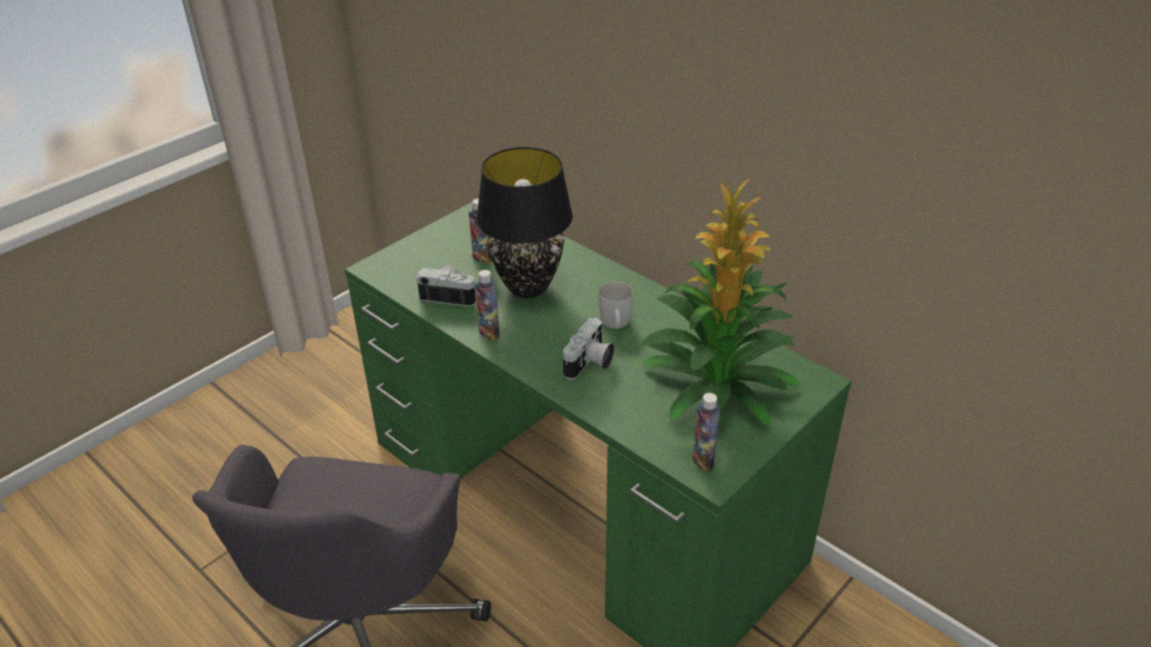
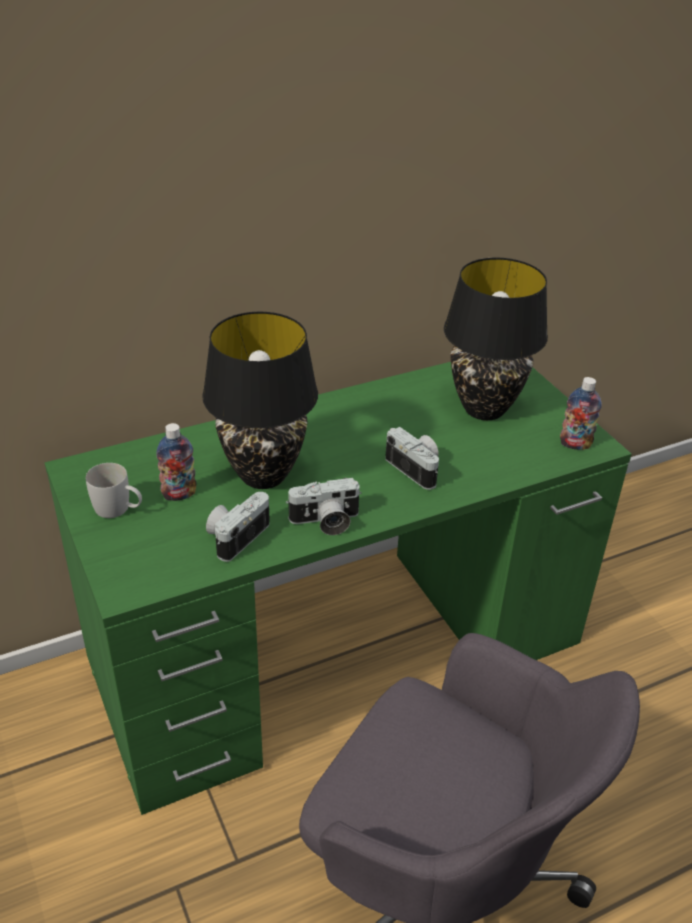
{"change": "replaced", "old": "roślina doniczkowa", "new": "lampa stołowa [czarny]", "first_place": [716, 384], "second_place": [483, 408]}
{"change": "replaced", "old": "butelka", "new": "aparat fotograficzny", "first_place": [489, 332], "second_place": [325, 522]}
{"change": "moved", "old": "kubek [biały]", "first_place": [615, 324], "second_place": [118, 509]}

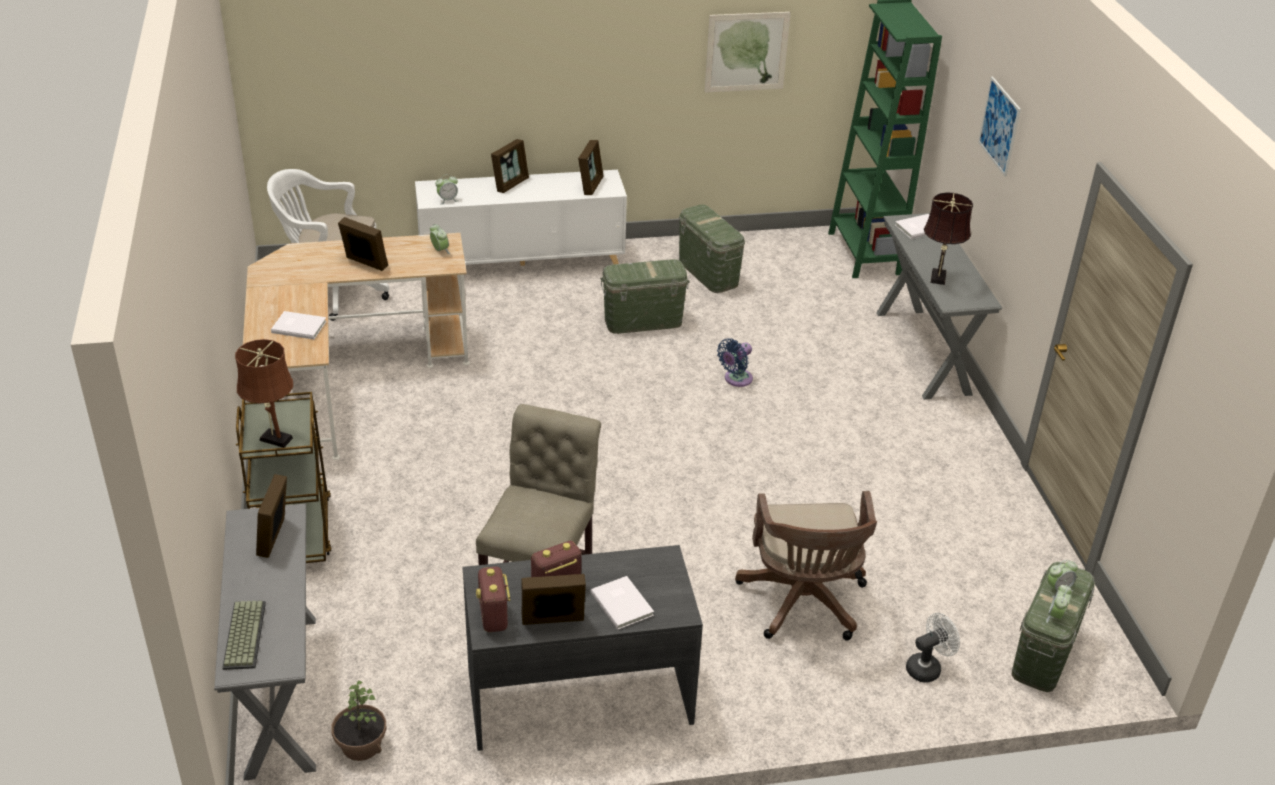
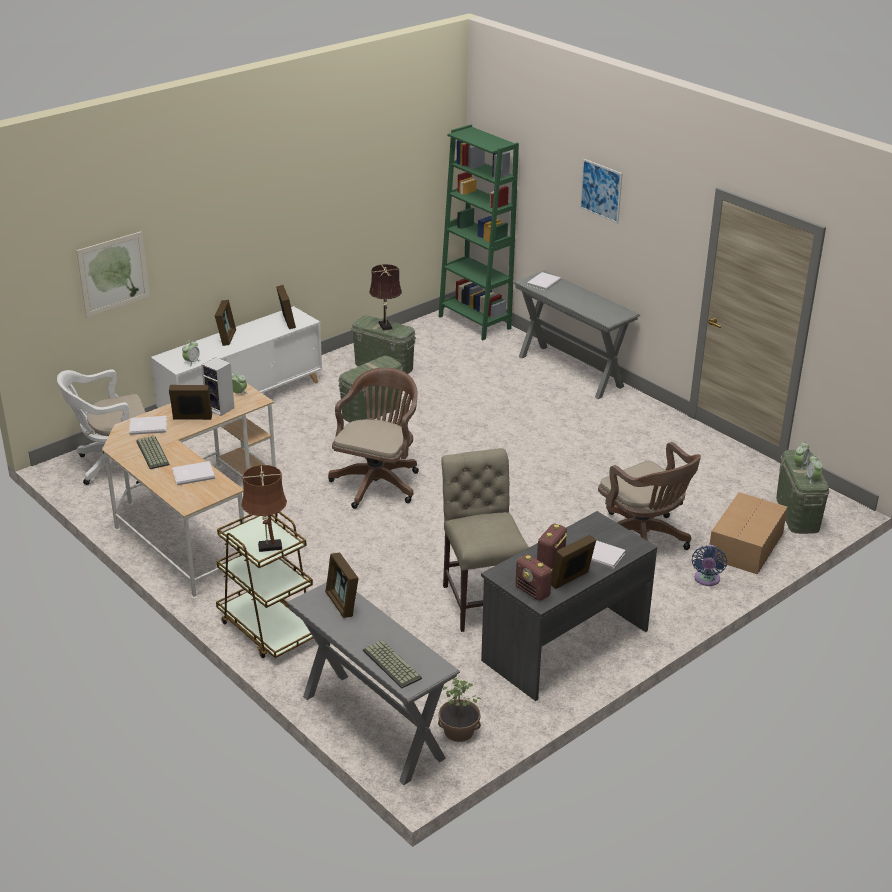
{"change": "moved", "old": "obraz", "first_place": [746, 52], "second_place": [113, 274]}
{"change": "moved", "old": "lampa stołowa [brązowy]", "first_place": [938, 279], "second_place": [386, 327]}
{"change": "moved", "old": "wentylator [niebieski]", "first_place": [736, 379], "second_place": [706, 580]}
{"change": "replaced", "old": "wentylator [biały]", "new": "karton", "first_place": [927, 667], "second_place": [744, 546]}
{"change": "added", "new": "głośnik", "second_place": [221, 408]}
{"change": "added", "new": "krzesło biurowe [brązowy]", "second_place": [378, 482]}
{"change": "added", "new": "książka [biały]", "second_place": [147, 426]}
{"change": "added", "new": "klawiatura", "second_place": [151, 453]}

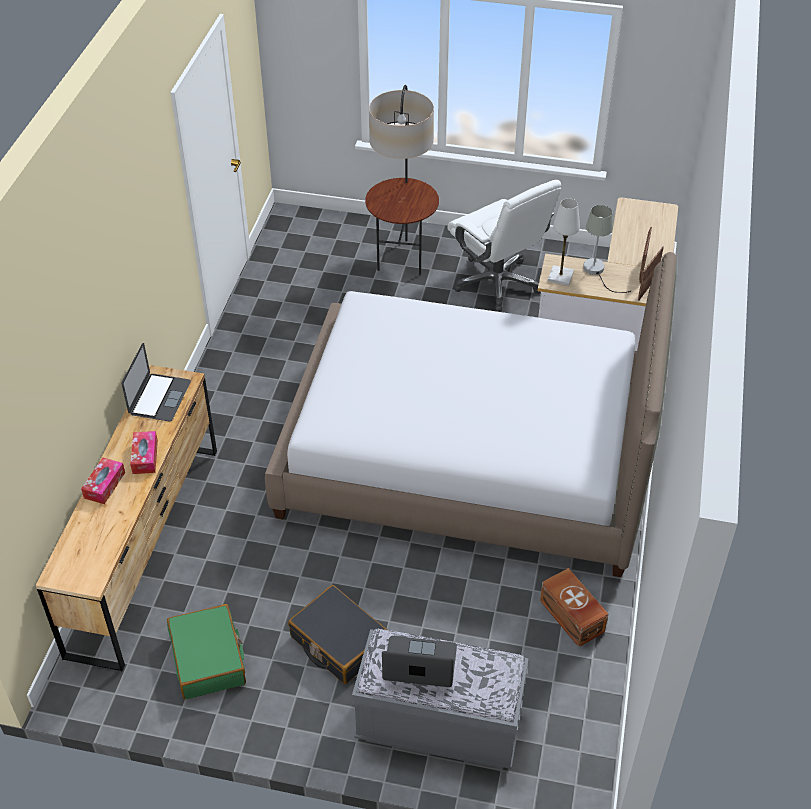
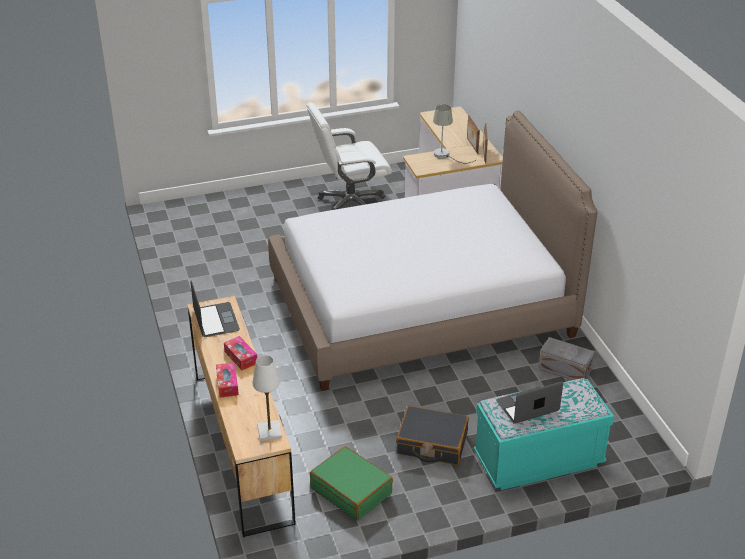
{"change": "removed", "old": "lampa stojąca", "first_place": [402, 258]}
{"change": "turned", "old": "krzesło biurowe [biały]", "first_place": [497, 283], "second_place": [350, 203], "degrees": 135}
{"change": "moved", "old": "lampa stołowa [biały]", "first_place": [560, 276], "second_place": [269, 431]}
{"change": "recoloured", "old": "pojemnik do przechowywania [brązowy]", "new": "pojemnik do przechowywania [szary]", "first_place": [571, 617], "second_place": [565, 369]}
{"change": "recoloured", "old": "ławka [szary]", "new": "ławka [turkusowy]", "first_place": [439, 725], "second_place": [538, 461]}

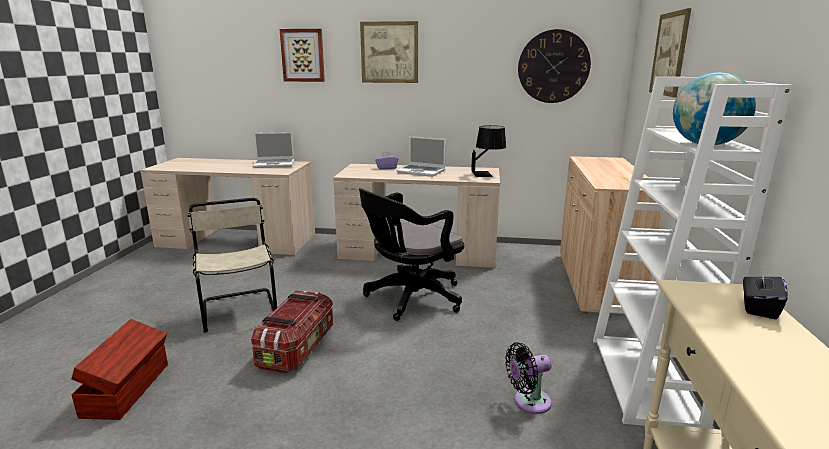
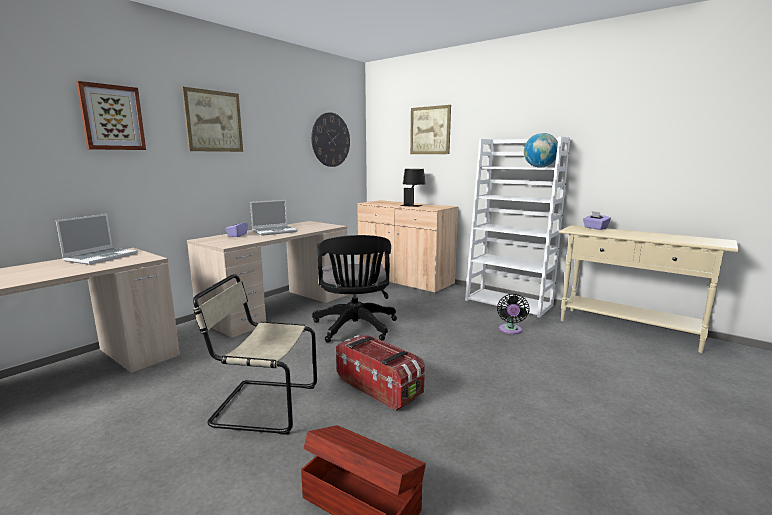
{"change": "moved", "old": "lampa stołowa [czarny]", "first_place": [487, 173], "second_place": [413, 205]}
{"change": "recoloured", "old": "pudełko chusteczek [czarny]", "new": "pudełko chusteczek [fioletowy]", "first_place": [758, 308], "second_place": [595, 228]}

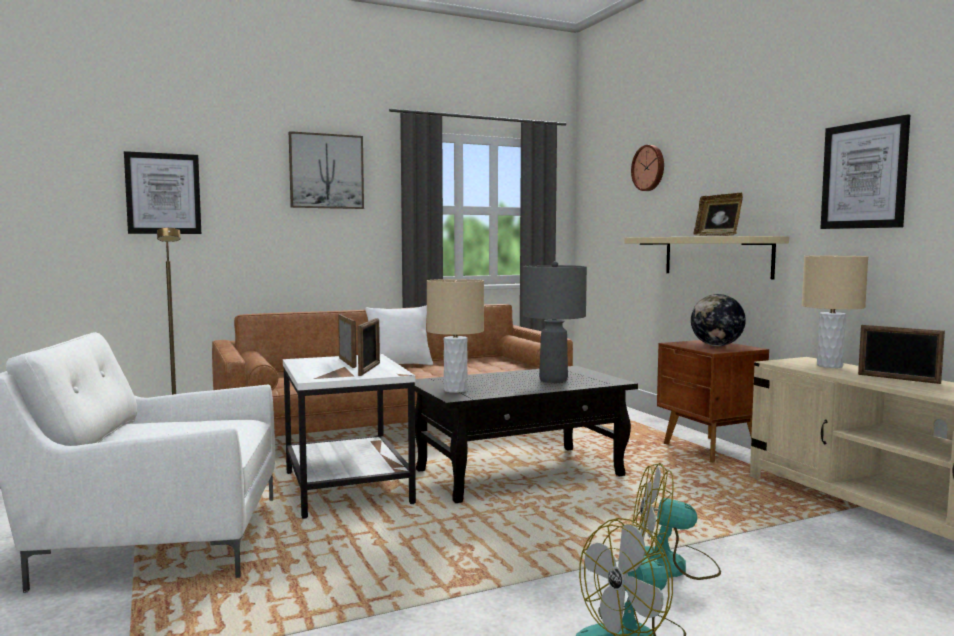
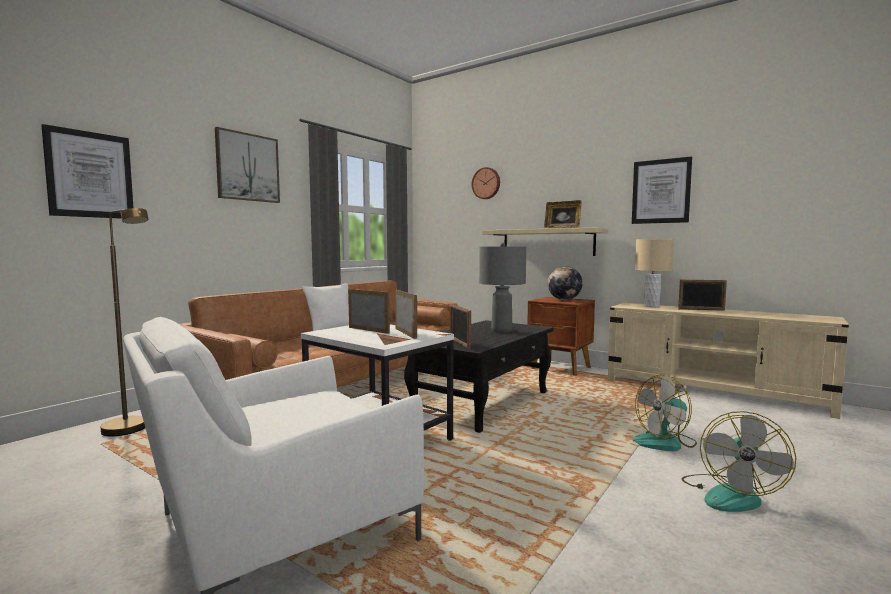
{"change": "replaced", "old": "lampa stołowa [beżowy]", "new": "ramka na zdjęcie", "first_place": [455, 390], "second_place": [460, 344]}

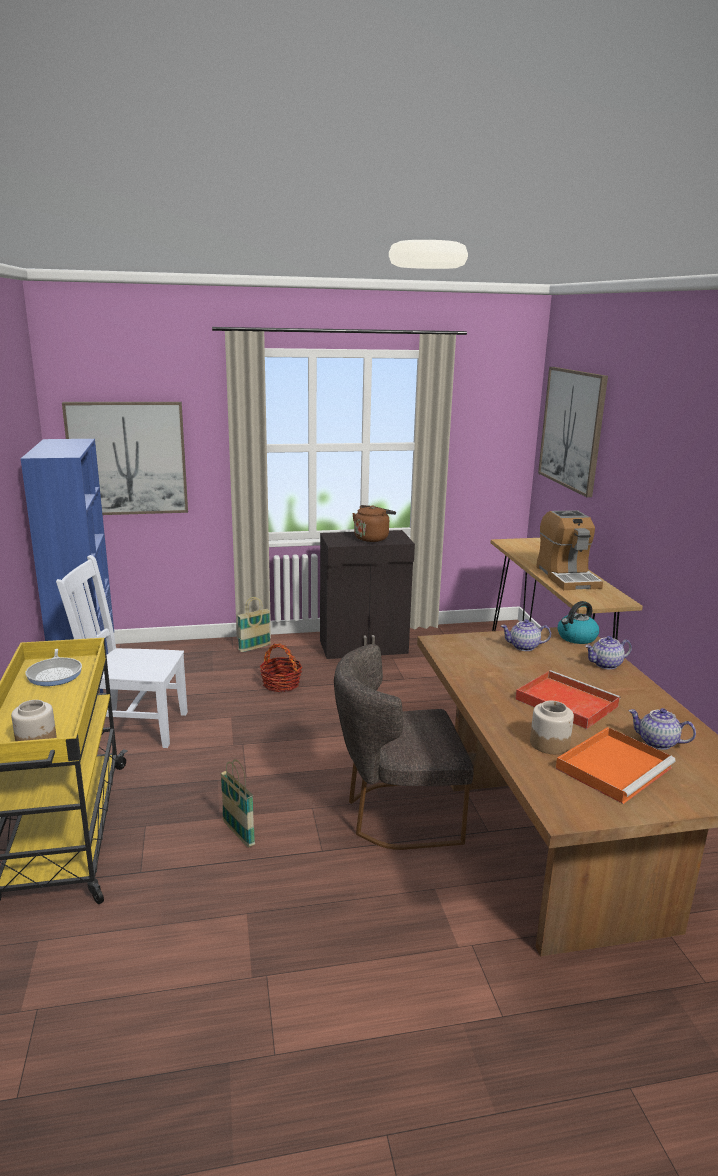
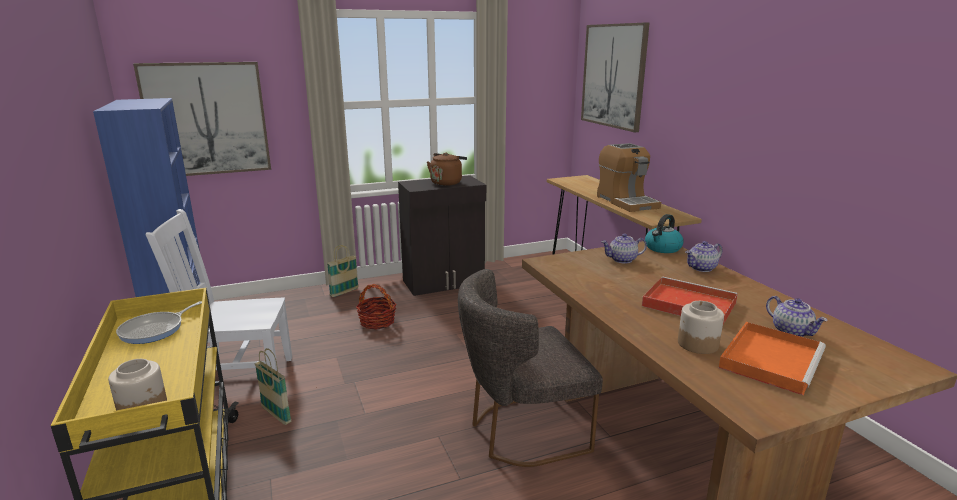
{"change": "turned", "old": "patelnia", "first_place": [55, 673], "second_place": [155, 330], "degrees": 60}
{"change": "turned", "old": "imbryk", "first_place": [657, 742], "second_place": [792, 332], "degrees": -135}
{"change": "moved", "old": "koszyk", "first_place": [238, 833], "second_place": [276, 415]}

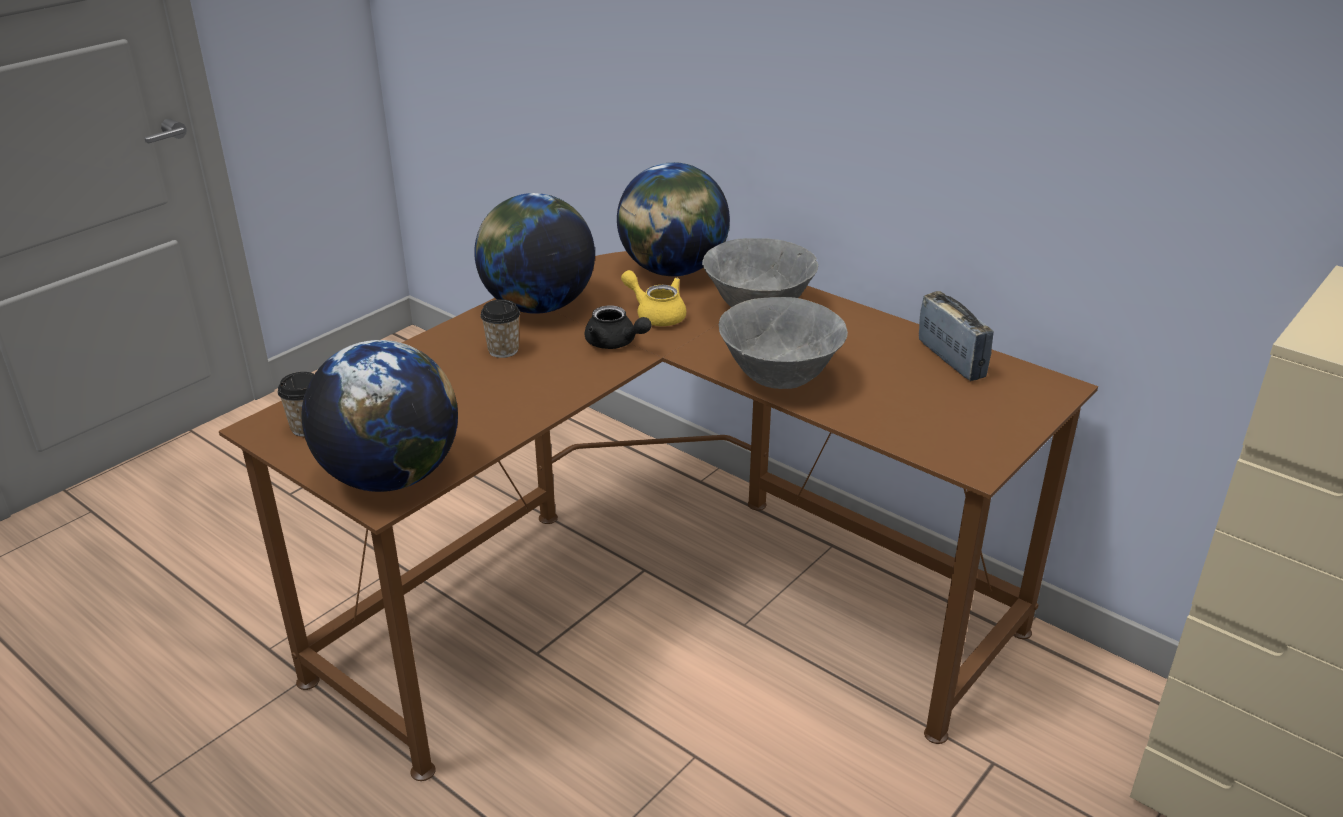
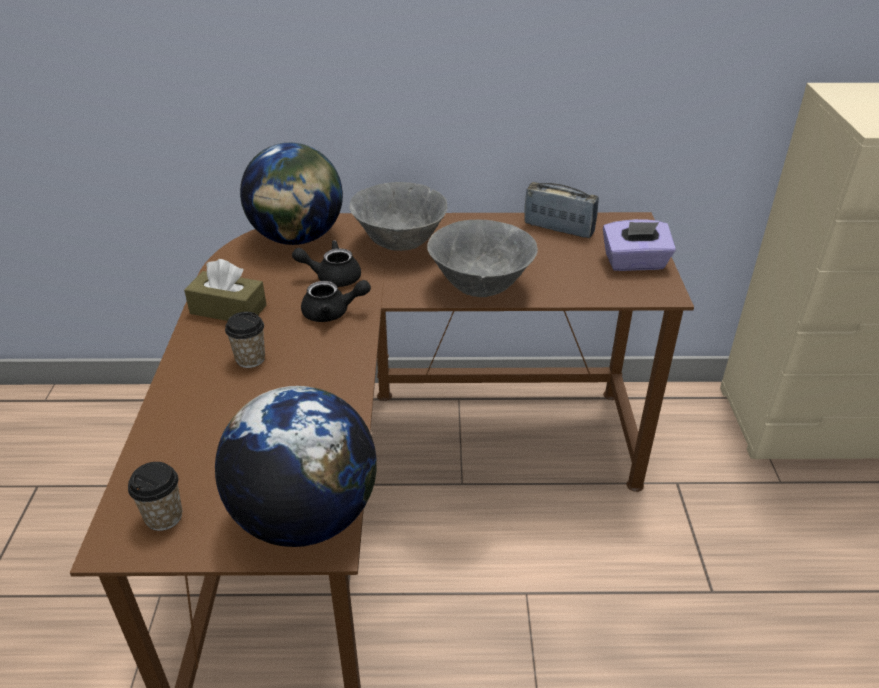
{"change": "replaced", "old": "globus", "new": "pudełko chusteczek [brązowy]", "first_place": [537, 306], "second_place": [228, 309]}
{"change": "recoloured", "old": "imbryk [żółty]", "new": "imbryk [czarny]", "first_place": [656, 315], "second_place": [332, 277]}
{"change": "added", "new": "pudełko chusteczek [fioletowy]", "second_place": [634, 263]}

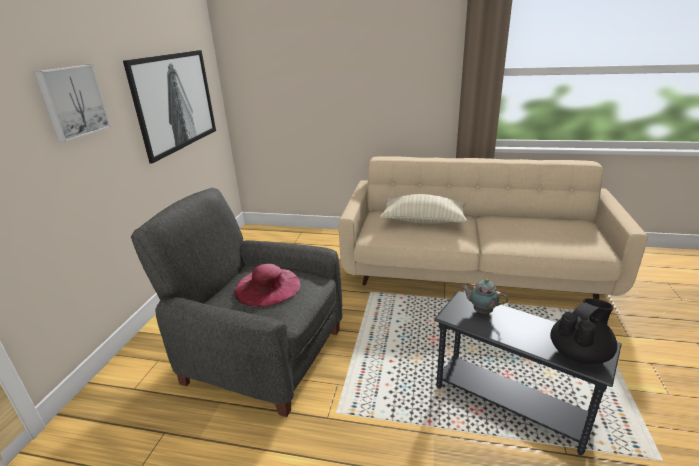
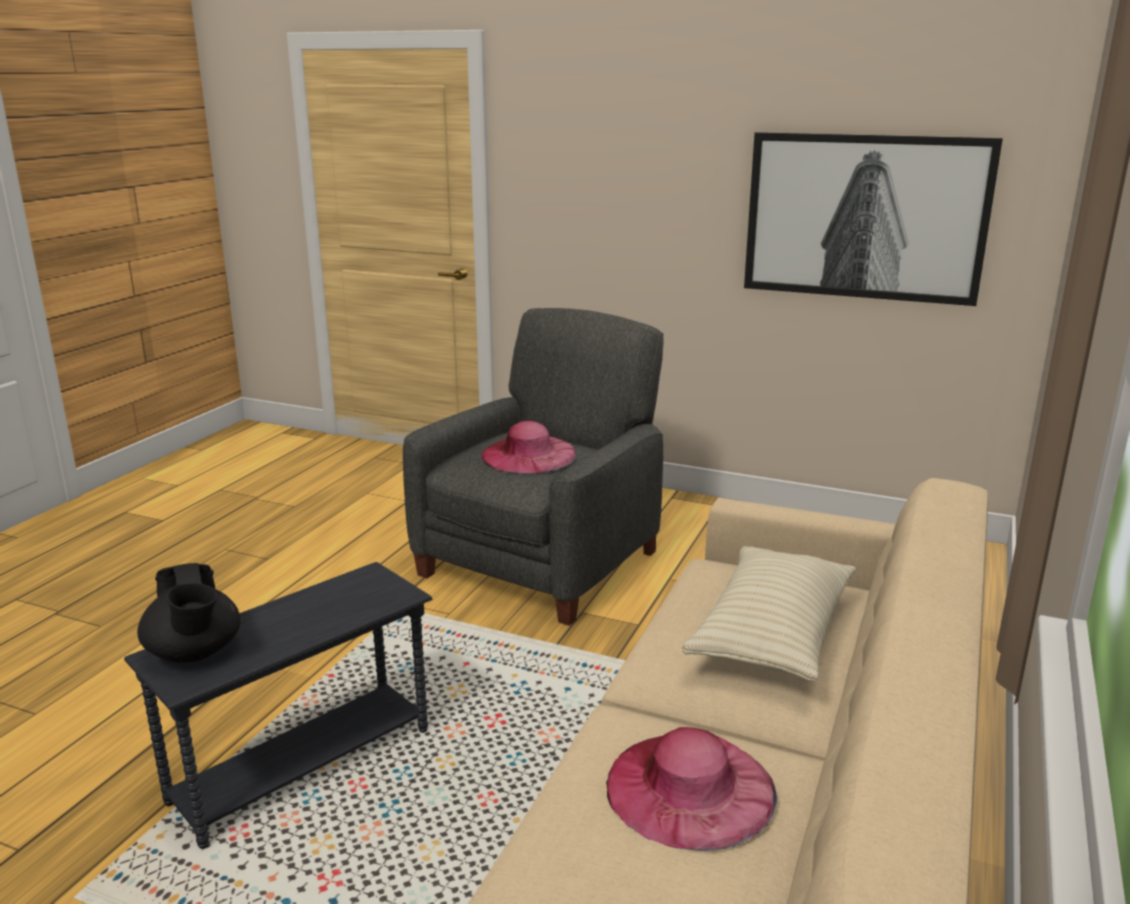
{"change": "removed", "old": "obraz", "first_place": [72, 102]}
{"change": "removed", "old": "imbryk", "first_place": [481, 311]}
{"change": "added", "new": "kapelusz [różowy]", "second_place": [690, 788]}

